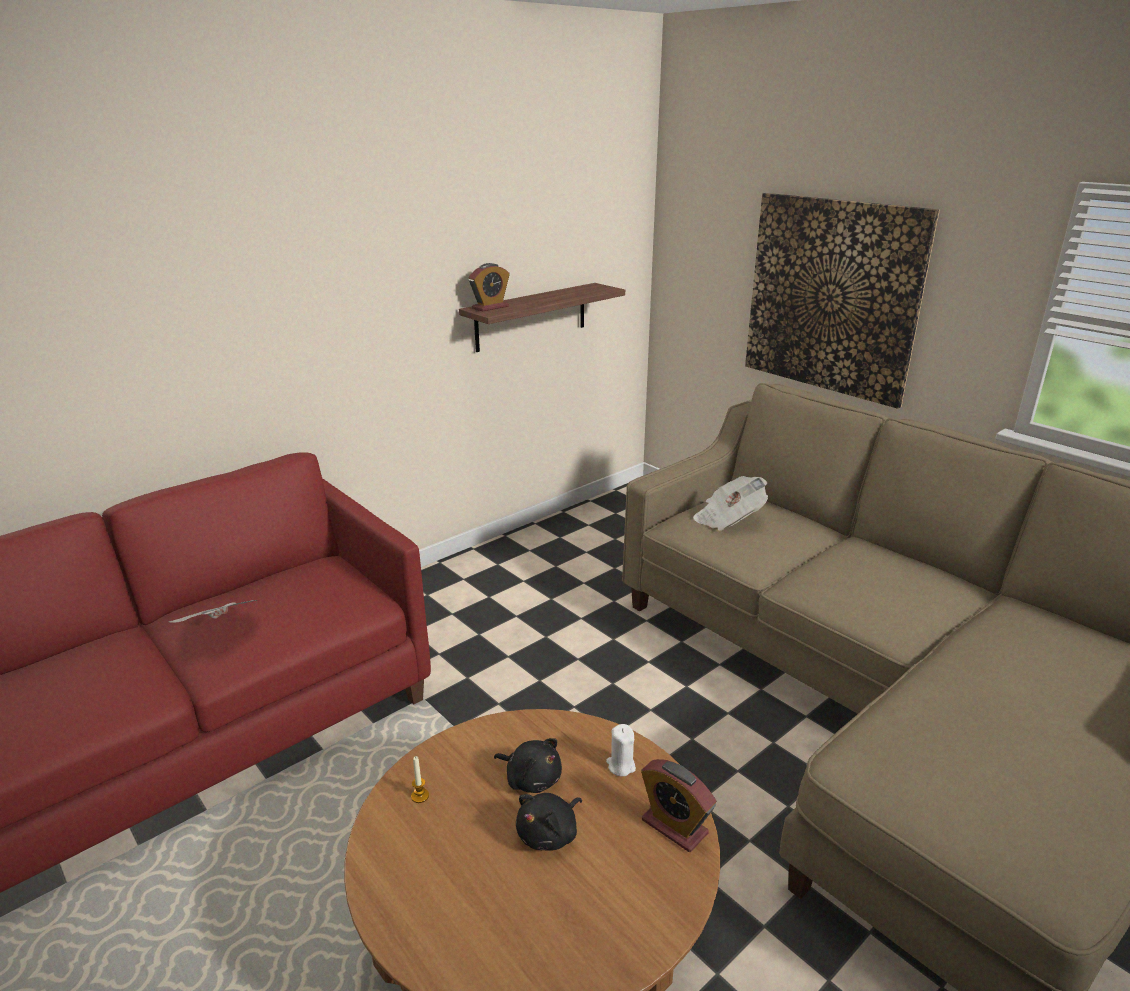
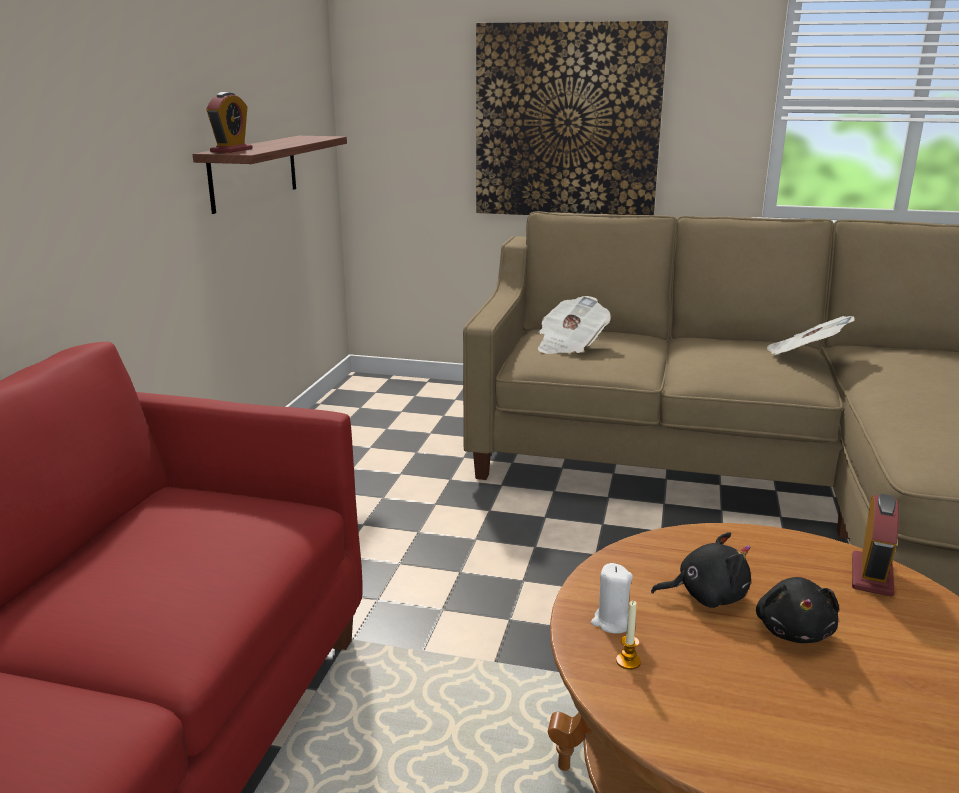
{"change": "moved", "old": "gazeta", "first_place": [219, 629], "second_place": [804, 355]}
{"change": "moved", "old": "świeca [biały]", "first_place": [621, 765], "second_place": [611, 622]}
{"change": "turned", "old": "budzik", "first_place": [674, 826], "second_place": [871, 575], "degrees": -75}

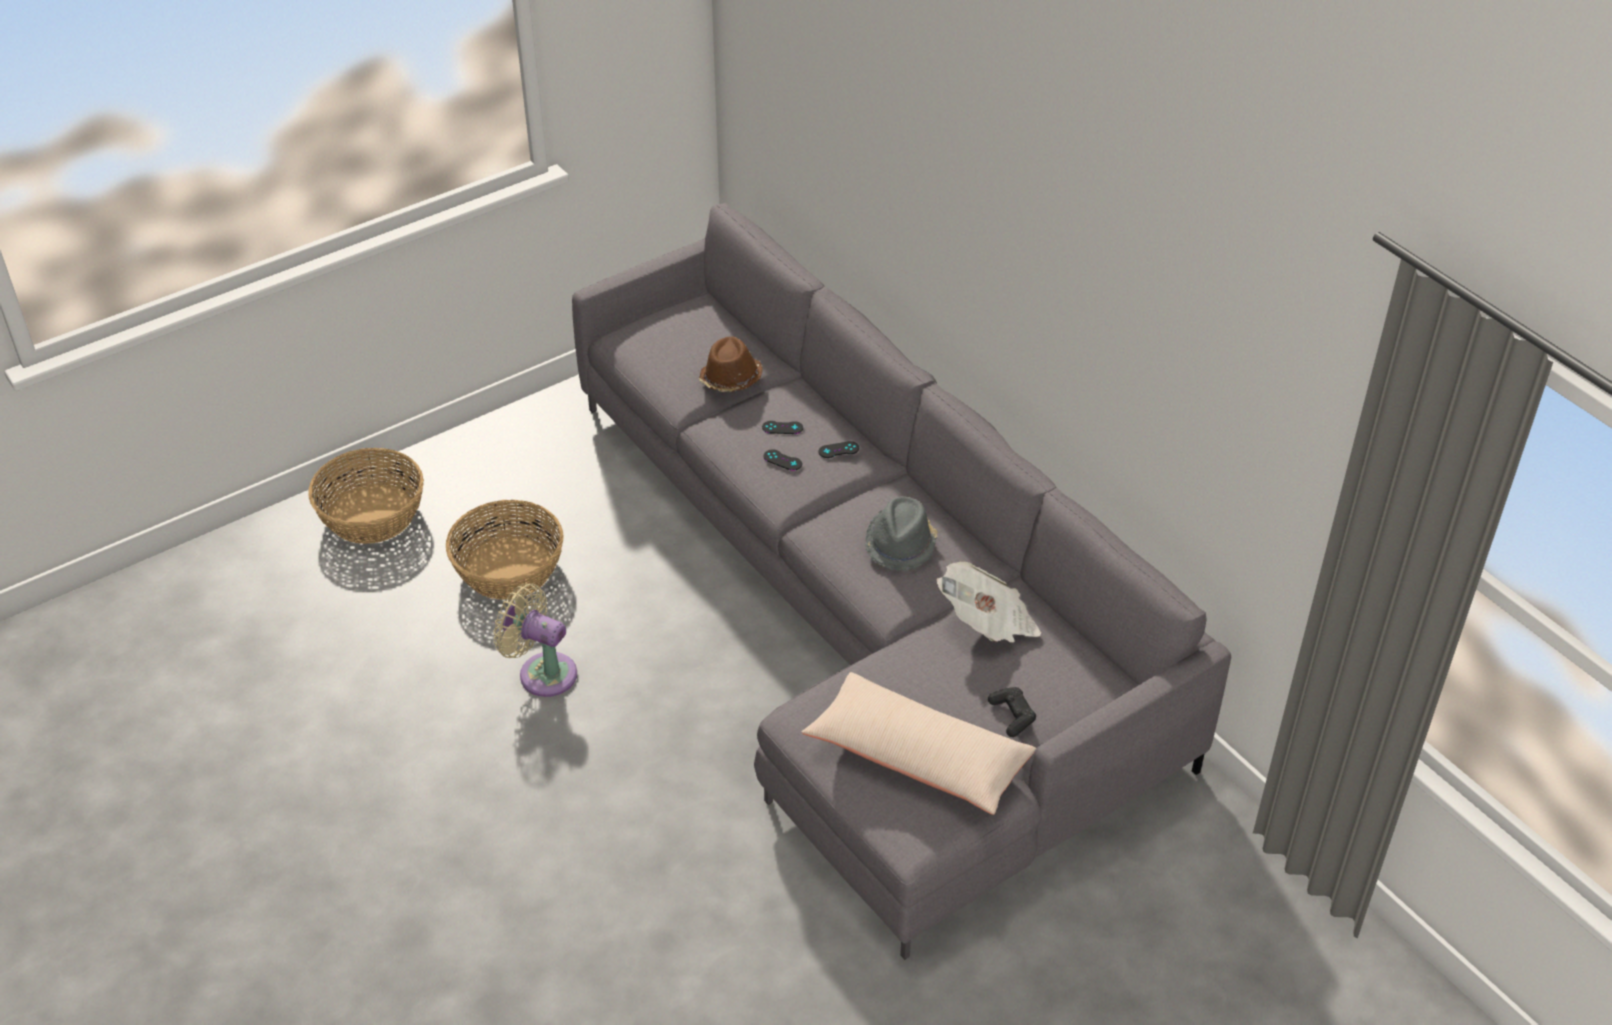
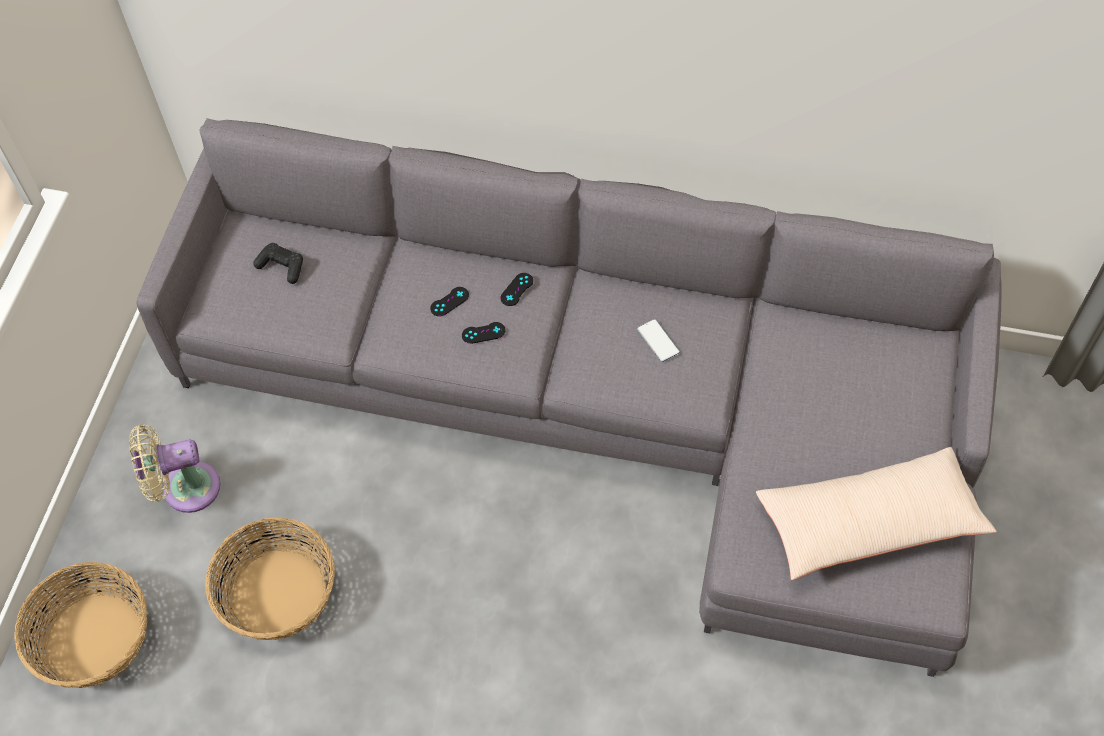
{"change": "removed", "old": "kapelusz [brązowy]", "first_place": [730, 379]}
{"change": "replaced", "old": "kapelusz [szary]", "new": "telefon", "first_place": [901, 544], "second_place": [658, 341]}
{"change": "removed", "old": "gazeta", "first_place": [988, 623]}
{"change": "moved", "old": "wentylator [beżowy]", "first_place": [542, 672], "second_place": [185, 488]}
{"change": "moved", "old": "pad do gier [czarny]", "first_place": [1012, 716], "second_place": [282, 267]}

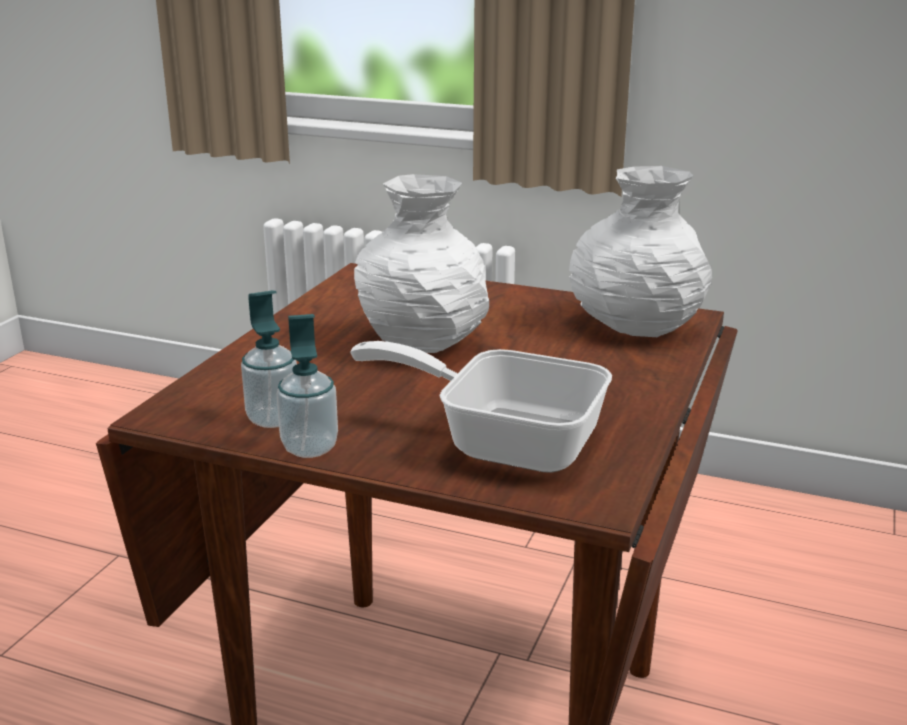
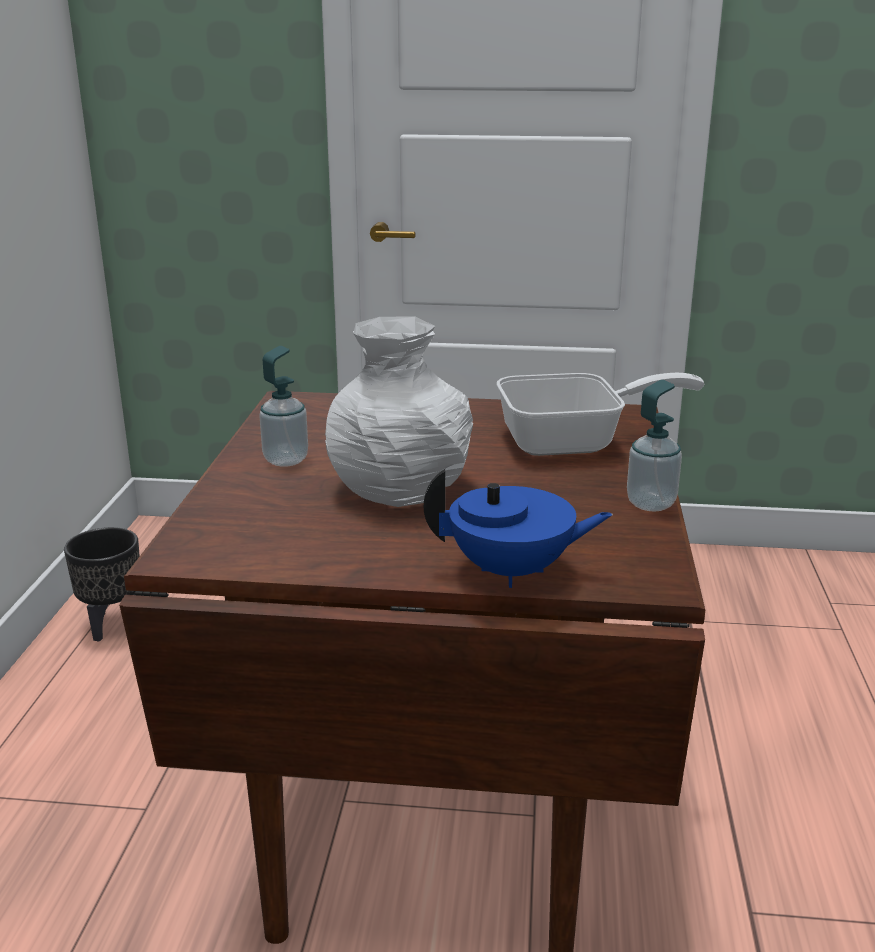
{"change": "removed", "old": "wazon [biały]", "first_place": [634, 325]}
{"change": "moved", "old": "dozownik mydła", "first_place": [273, 419], "second_place": [286, 460]}
{"change": "turned", "old": "patelnia", "first_place": [503, 441], "second_place": [574, 442], "degrees": -105}
{"change": "added", "new": "imbryk [niebieski]", "second_place": [512, 571]}
{"change": "added", "new": "donica [czarny]", "second_place": [113, 624]}

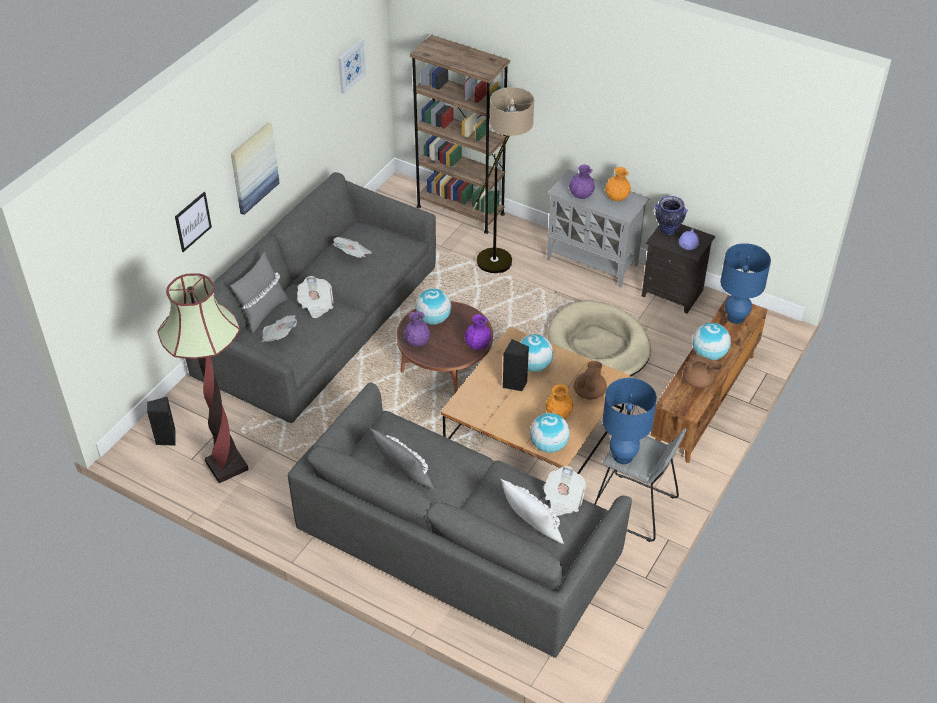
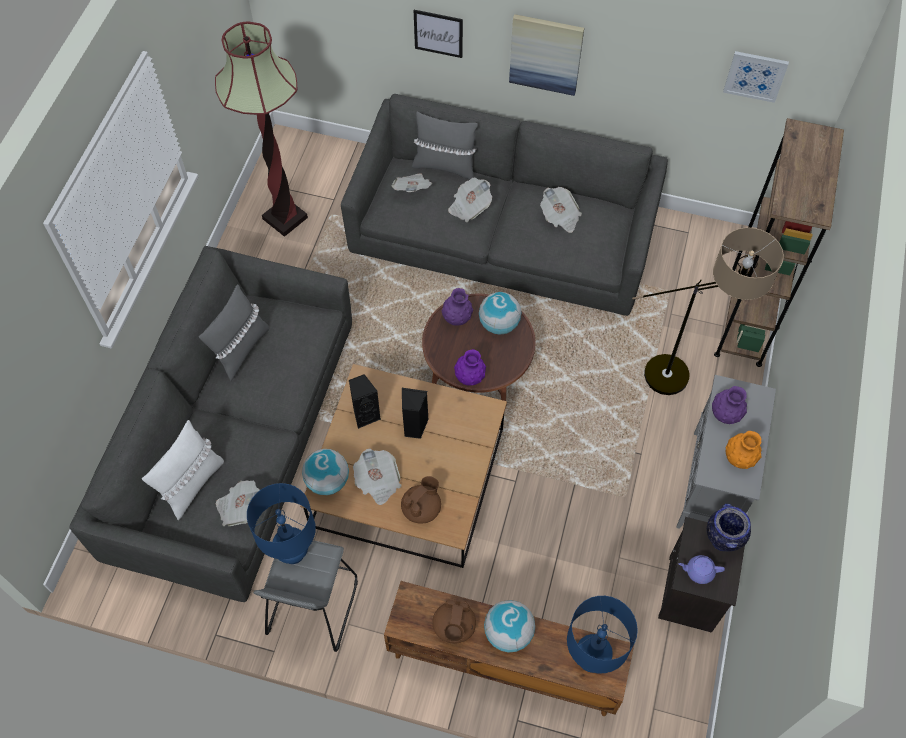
{"change": "removed", "old": "legowisko [beżowy]", "first_place": [598, 345]}
{"change": "removed", "old": "globus", "first_place": [534, 366]}
{"change": "turned", "old": "imbryk [brązowy]", "first_place": [589, 392], "second_place": [422, 508], "degrees": -60}
{"change": "replaced", "old": "wazon [pomarańczowy]", "new": "gazeta", "first_place": [558, 414], "second_place": [378, 482]}
{"change": "moved", "old": "głośnik [czarny]", "first_place": [166, 438], "second_place": [365, 415]}

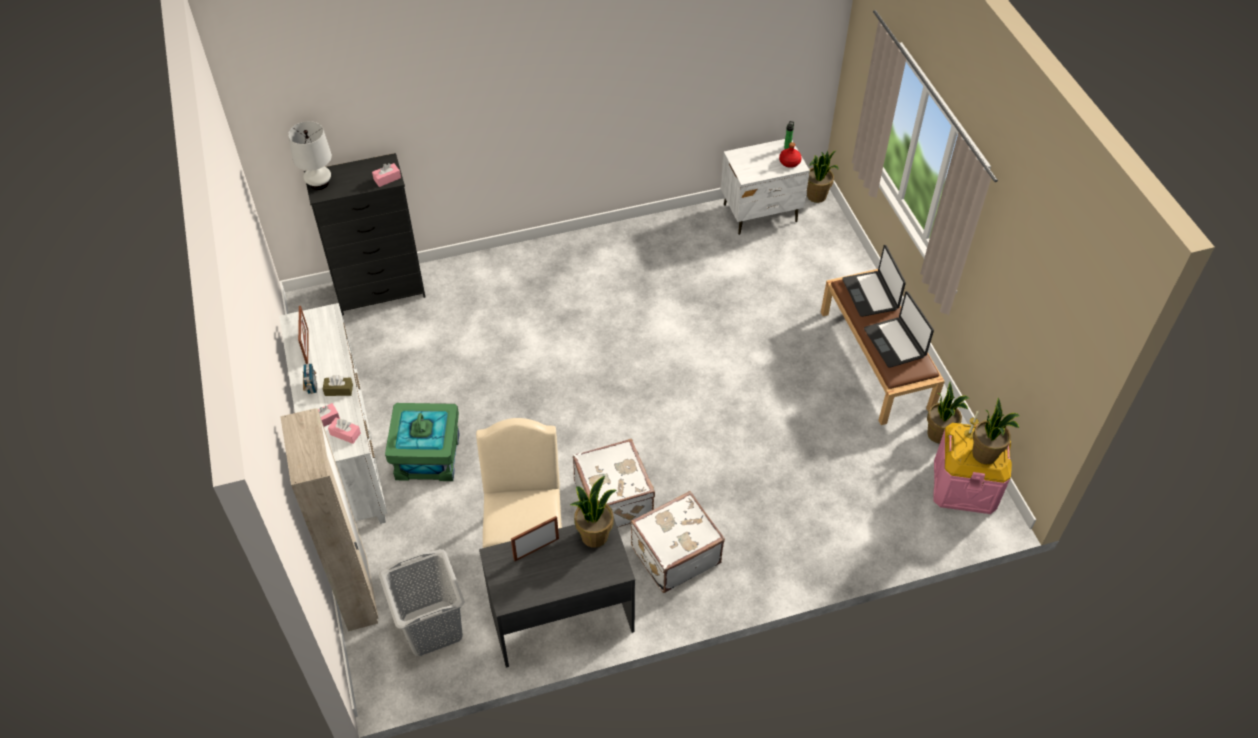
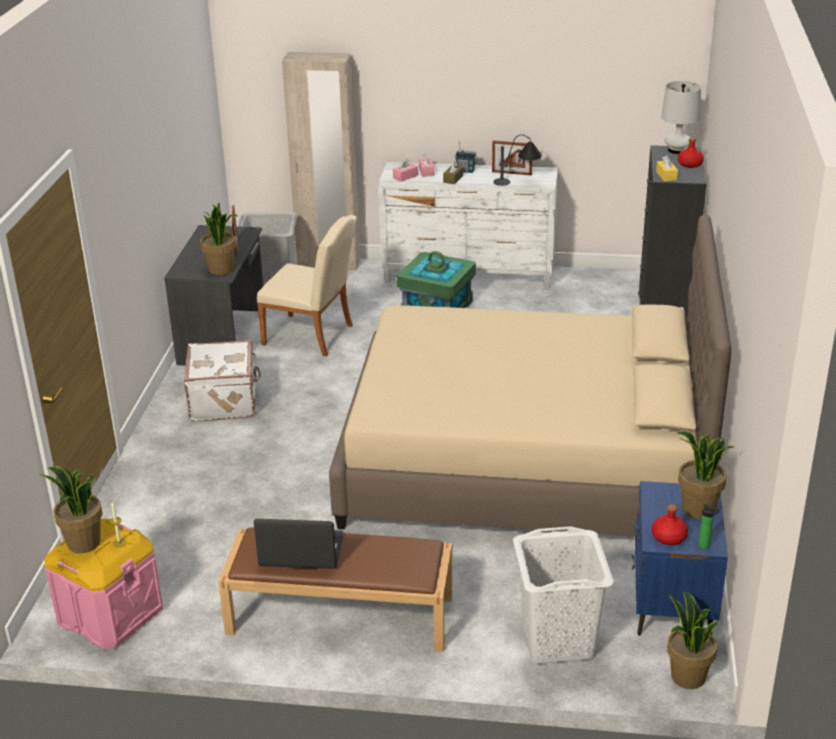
{"change": "recoloured", "old": "szafka nocna [biały]", "new": "szafka nocna [niebieski]", "first_place": [761, 213], "second_place": [671, 604]}
{"change": "recoloured", "old": "pudełko chusteczek [różowy]", "new": "pudełko chusteczek [żółty]", "first_place": [387, 179], "second_place": [666, 176]}
{"change": "removed", "old": "laptop", "first_place": [870, 294]}
{"change": "moved", "old": "roślina doniczkowa", "first_place": [939, 434], "second_place": [698, 509]}
{"change": "removed", "old": "walizka [biały]", "first_place": [614, 498]}
{"change": "added", "new": "lampa stołowa", "second_place": [519, 183]}
{"change": "added", "new": "butelka [czerwony]", "second_place": [689, 164]}
{"change": "added", "new": "łóżko [beżowy]", "second_place": [525, 462]}
{"change": "added", "new": "kosz na pranie [biały]", "second_place": [557, 641]}

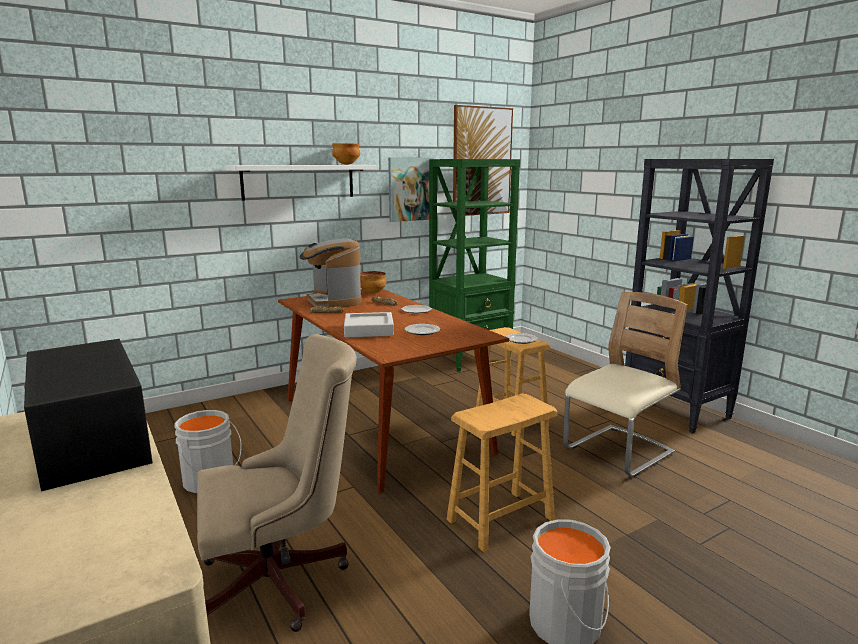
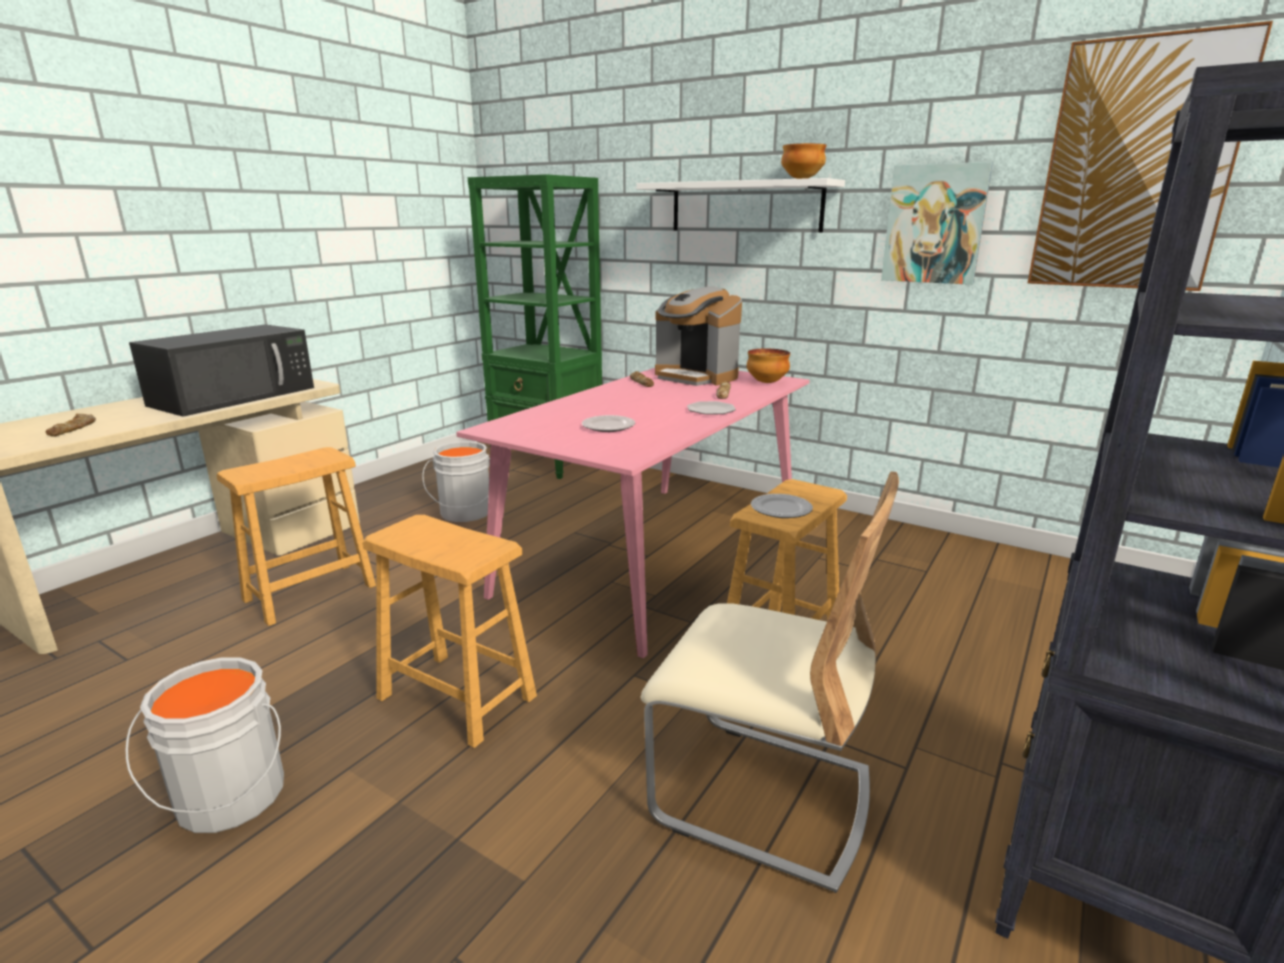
{"change": "moved", "old": "regał [zielony]", "first_place": [471, 358], "second_place": [548, 461]}
{"change": "turned", "old": "ekspres do kawy", "first_place": [333, 301], "second_place": [696, 377], "degrees": -90}
{"change": "recoloured", "old": "stół jadalny [brązowy]", "new": "stół jadalny [różowy]", "first_place": [383, 424], "second_place": [655, 556]}
{"change": "removed", "old": "taca [szary]", "first_place": [369, 330]}
{"change": "replaced", "old": "krzesło biurowe [beżowy]", "new": "stołek [brązowy]", "first_place": [281, 580], "second_place": [310, 593]}
{"change": "added", "new": "chleb", "second_place": [74, 429]}

